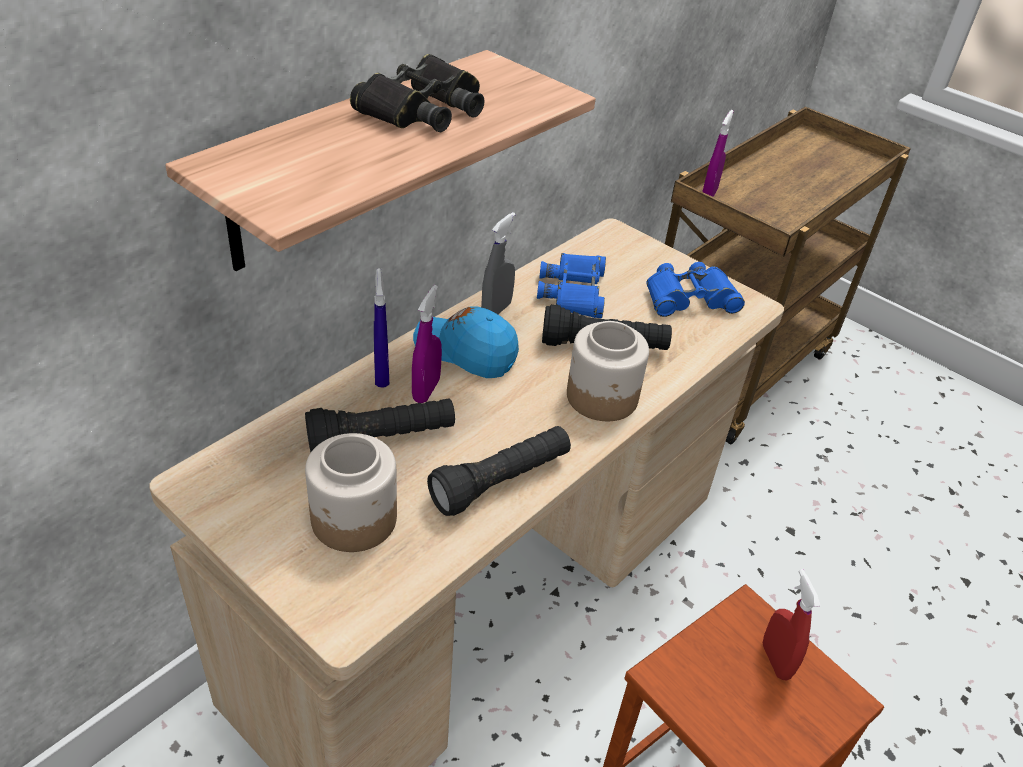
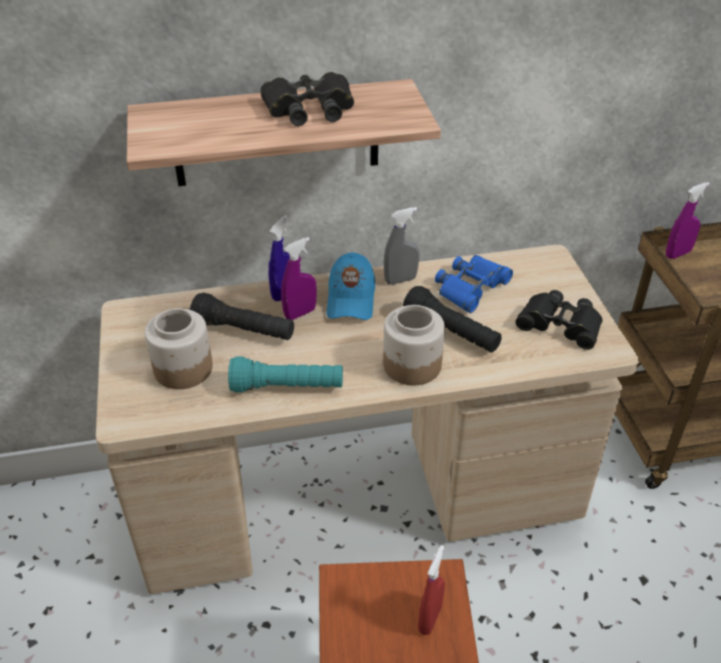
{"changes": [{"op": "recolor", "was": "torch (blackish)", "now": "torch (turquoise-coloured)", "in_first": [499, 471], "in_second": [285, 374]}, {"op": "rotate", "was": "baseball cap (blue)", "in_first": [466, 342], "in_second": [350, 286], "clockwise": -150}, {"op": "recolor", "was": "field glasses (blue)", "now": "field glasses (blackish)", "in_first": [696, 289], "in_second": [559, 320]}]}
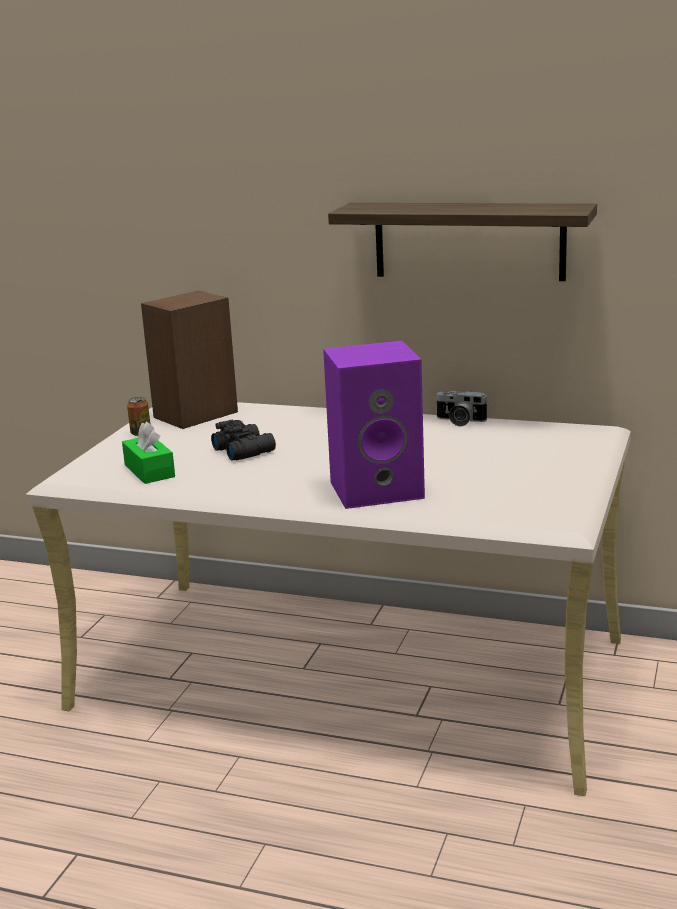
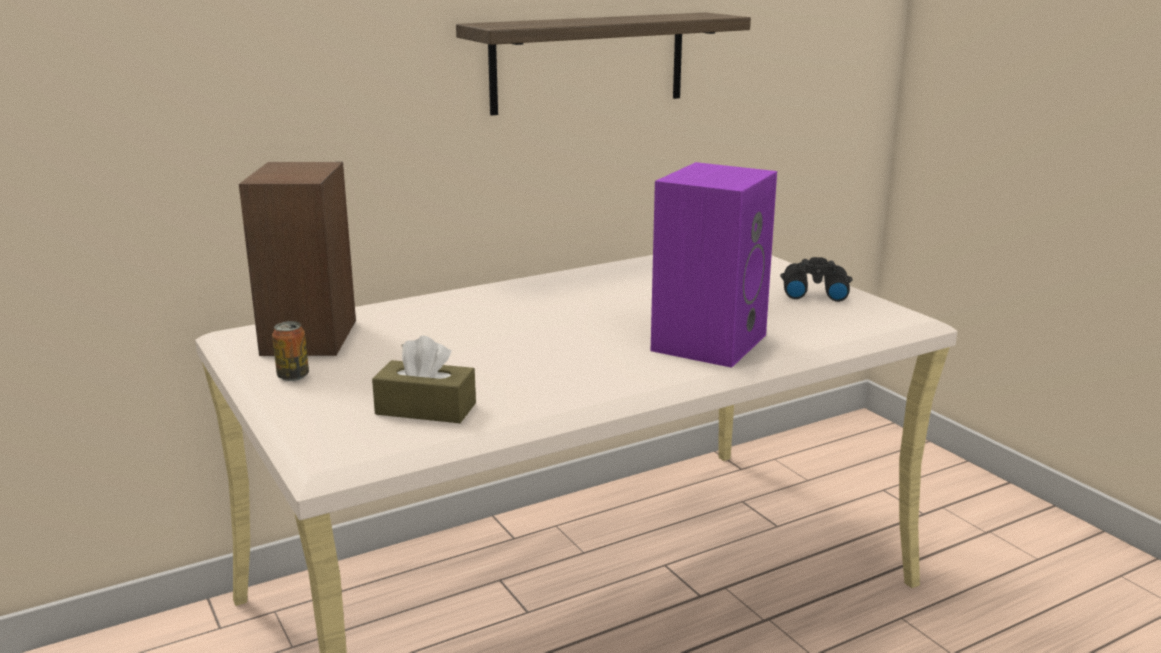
{"changes": [{"op": "recolor", "was": "tissue box (green)", "now": "tissue box (brownish)", "in_first": [148, 453], "in_second": [424, 379]}, {"op": "move", "was": "field glasses (blackish)", "in_first": [243, 440], "in_second": [816, 279]}, {"op": "delete", "was": "photo camera", "in_first": [462, 408]}]}
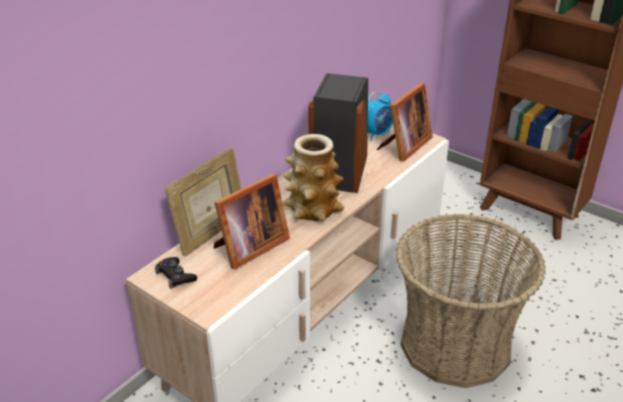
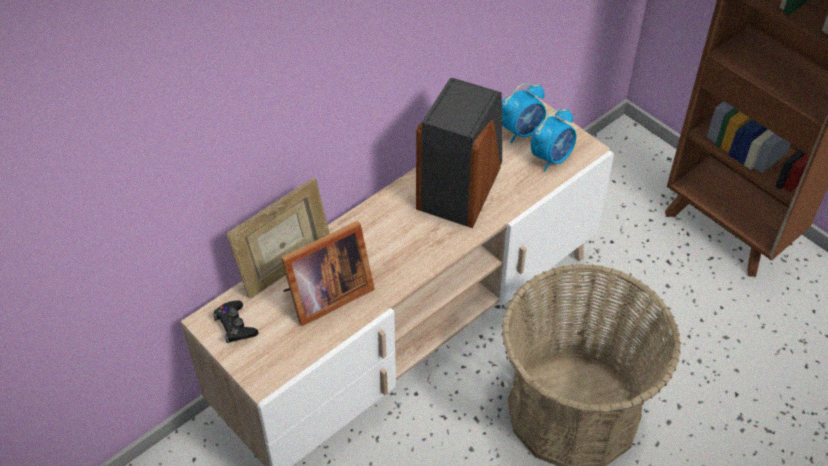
{"changes": [{"op": "replace", "was": "picture frame", "now": "alarm clock", "in_first": [405, 122], "in_second": [553, 140]}, {"op": "delete", "was": "vase", "in_first": [313, 177]}]}
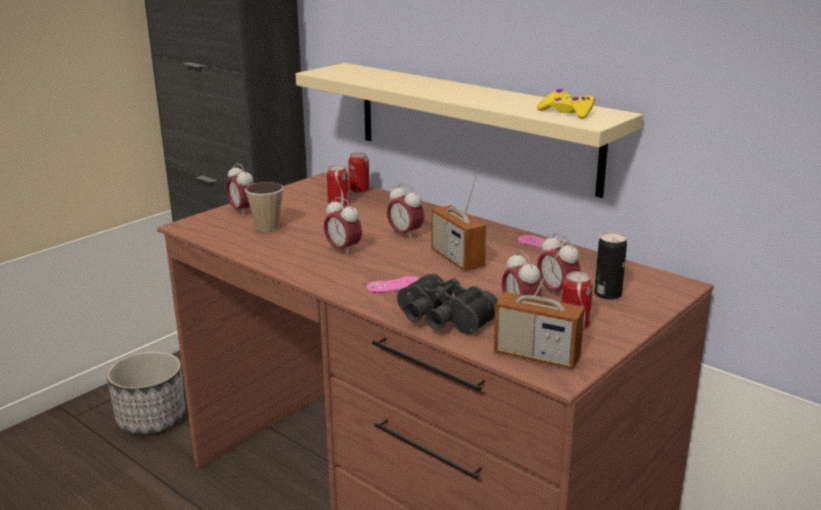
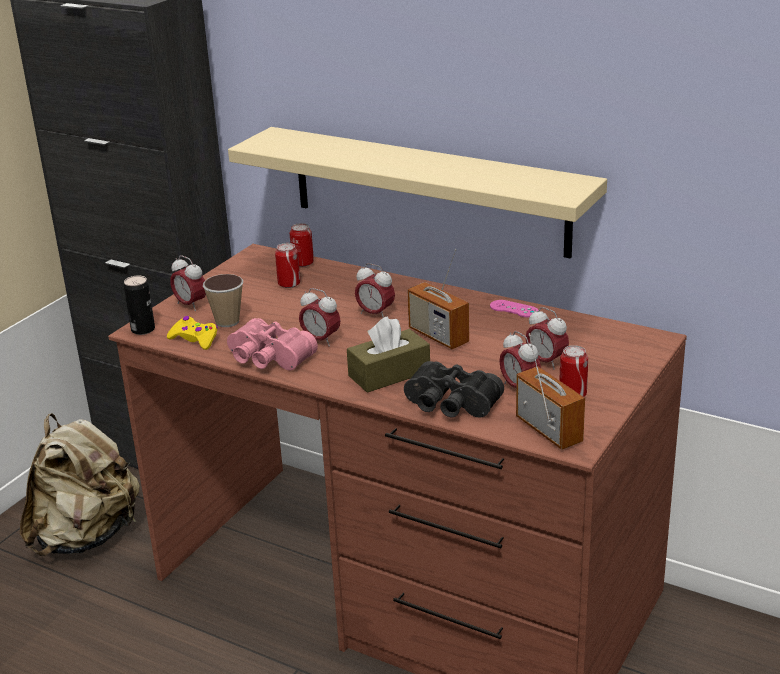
{"changes": [{"op": "replace", "was": "plant pot", "now": "backpack (beige)", "in_first": [145, 393], "in_second": [80, 484]}, {"op": "move", "was": "sealed can", "in_first": [610, 266], "in_second": [139, 305]}, {"op": "move", "was": "gamepad (yellow-coloured)", "in_first": [566, 104], "in_second": [192, 333]}, {"op": "insert", "now": "field glasses (pinkish)", "in_second": [272, 344]}, {"op": "replace", "was": "gamepad (pinkish)", "now": "tissue box (brownish)", "in_first": [393, 284], "in_second": [388, 354]}, {"op": "rotate", "was": "radio set", "in_first": [539, 305], "in_second": [550, 391], "clockwise": -135}]}
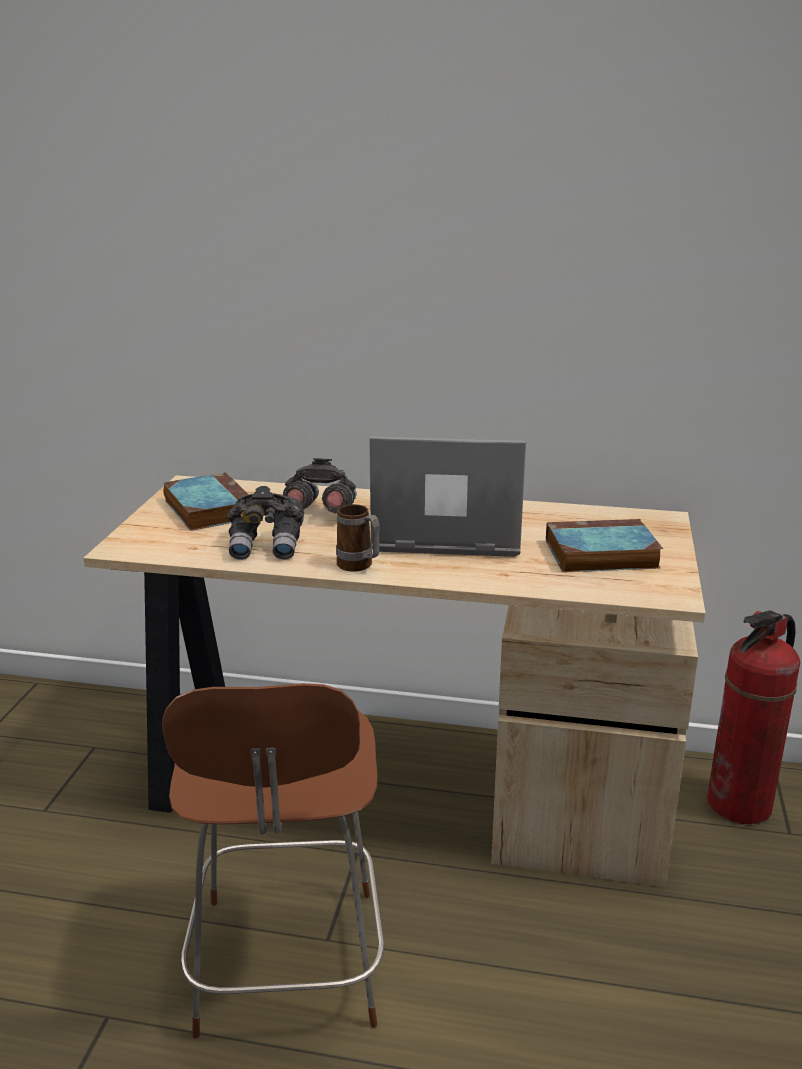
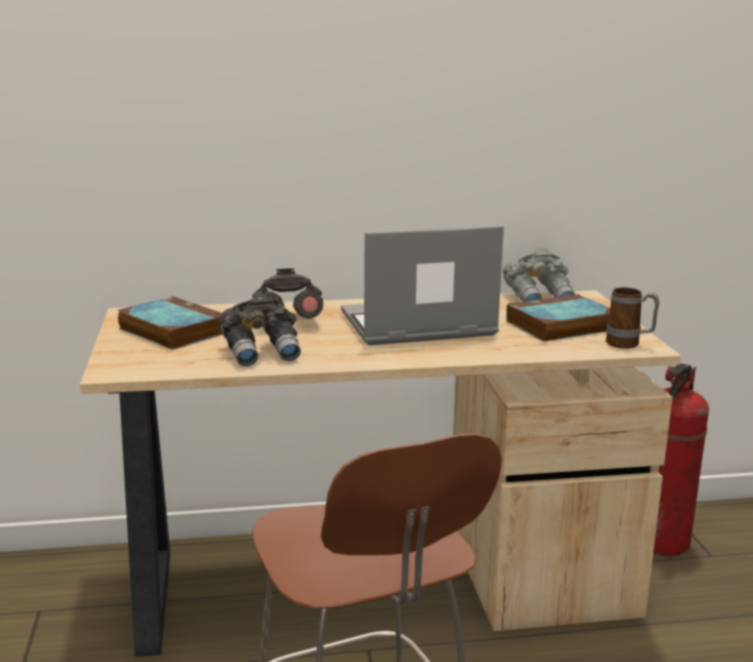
{"changes": [{"op": "insert", "now": "field glasses (grey)", "in_second": [539, 274]}, {"op": "move", "was": "mug", "in_first": [358, 538], "in_second": [632, 317]}]}
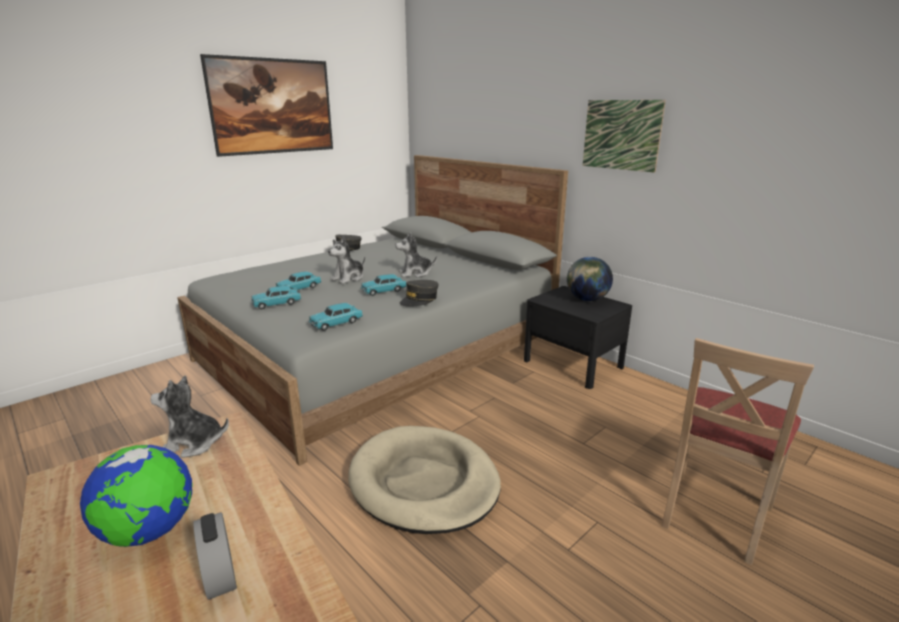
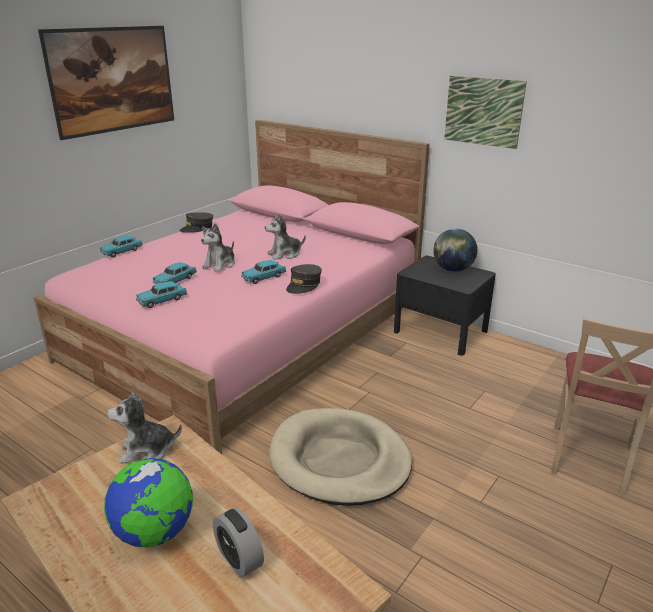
{"changes": [{"op": "recolor", "was": "bed (grey)", "now": "bed (pinkish)", "in_first": [372, 310], "in_second": [231, 287]}, {"op": "move", "was": "toy car (turquoise-coloured)", "in_first": [336, 317], "in_second": [121, 246]}]}
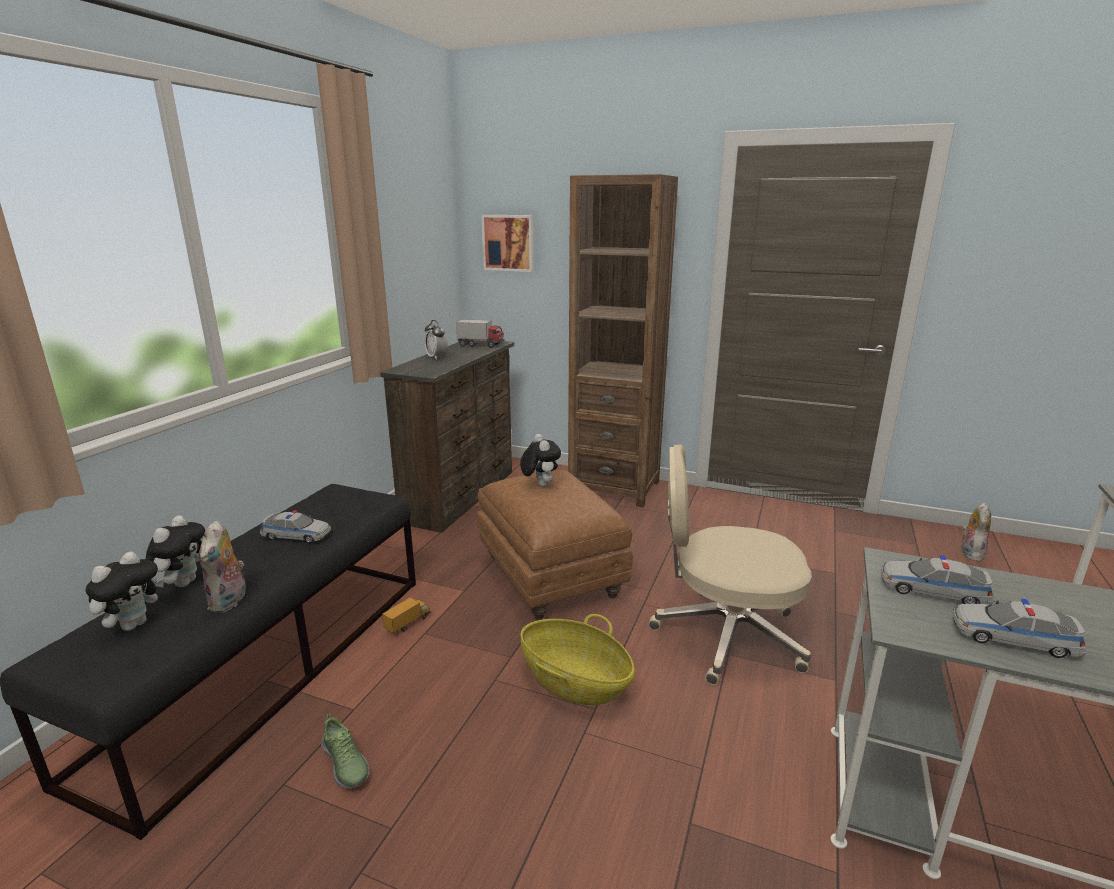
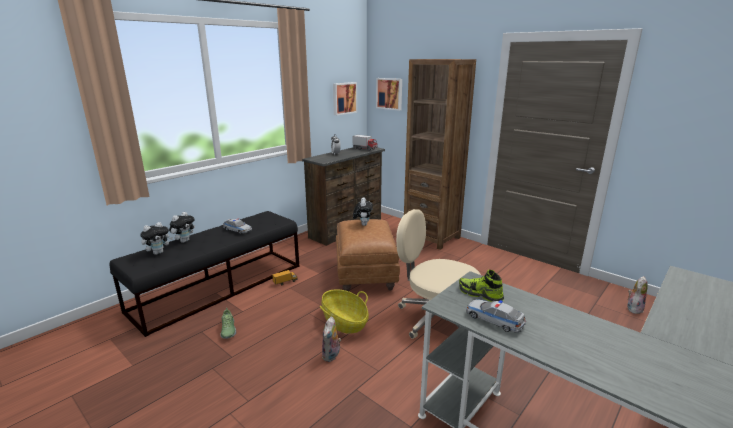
{"changes": [{"op": "move", "was": "cuddly toy", "in_first": [223, 566], "in_second": [331, 339]}, {"op": "insert", "now": "picture", "in_second": [345, 98]}, {"op": "replace", "was": "toy car", "now": "item of footwear", "in_first": [938, 579], "in_second": [481, 286]}]}
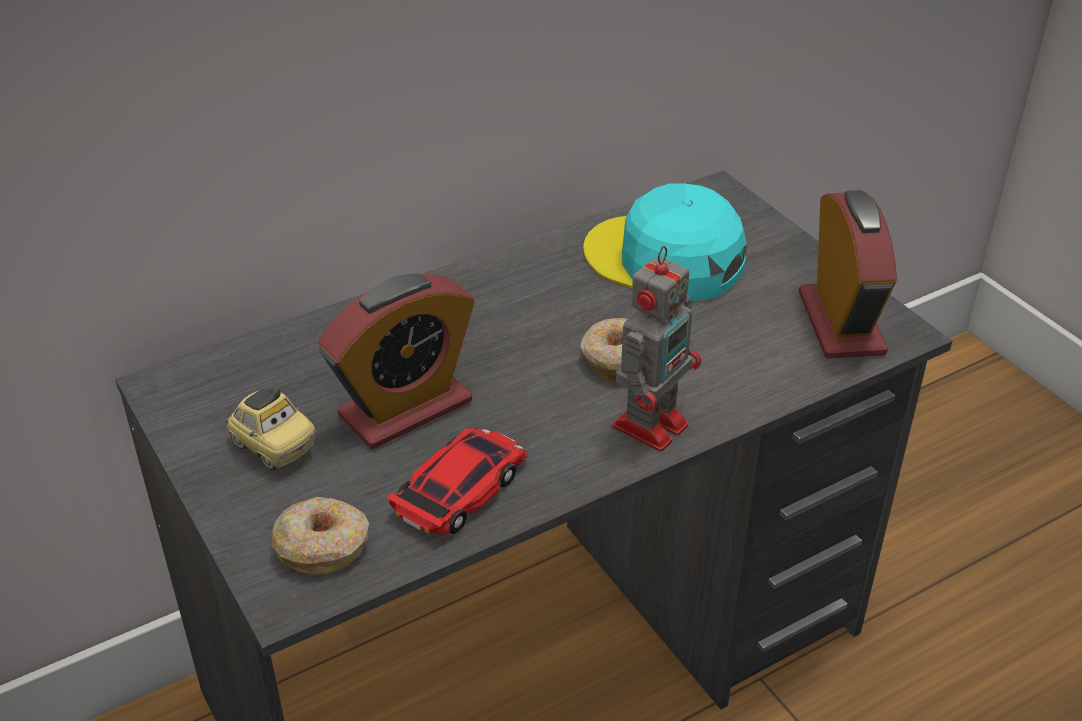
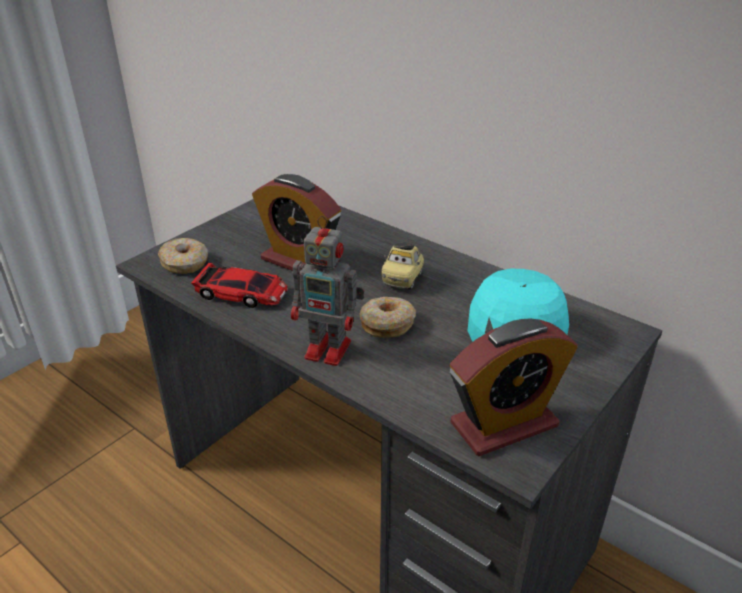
{"changes": [{"op": "move", "was": "toy car", "in_first": [271, 428], "in_second": [402, 266]}]}
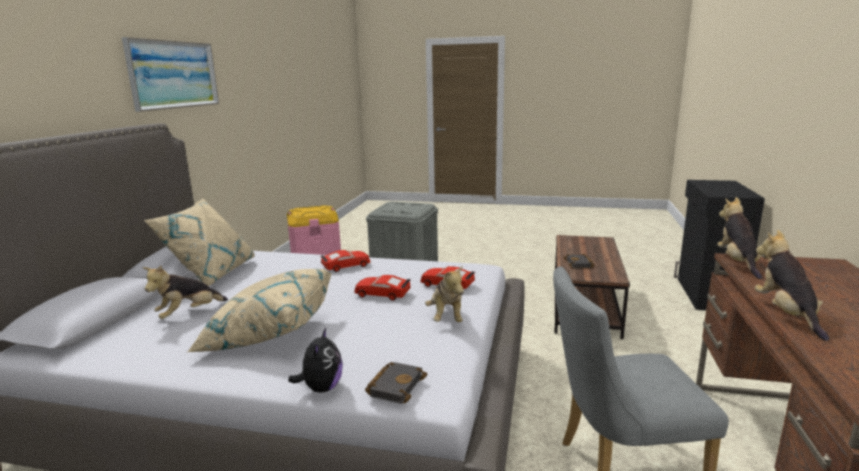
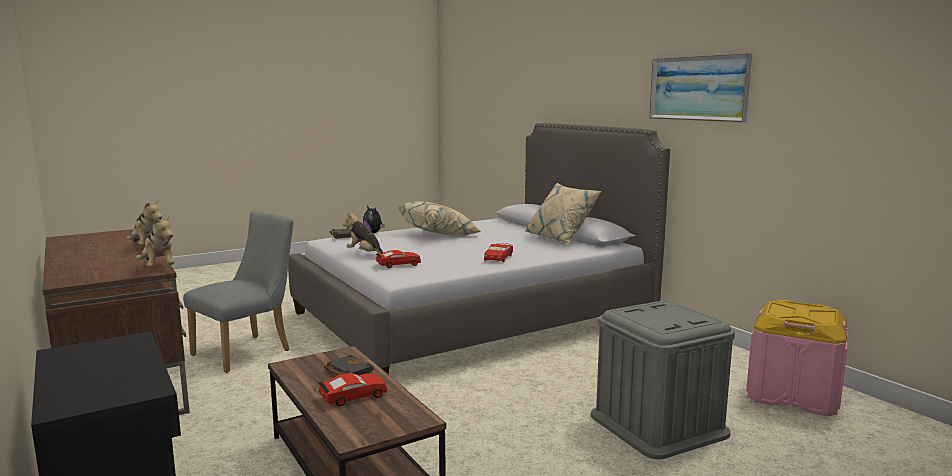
{"changes": [{"op": "move", "was": "toy car (red-coloured)", "in_first": [382, 288], "in_second": [352, 389]}, {"op": "delete", "was": "cuddly toy", "in_first": [185, 292]}]}
